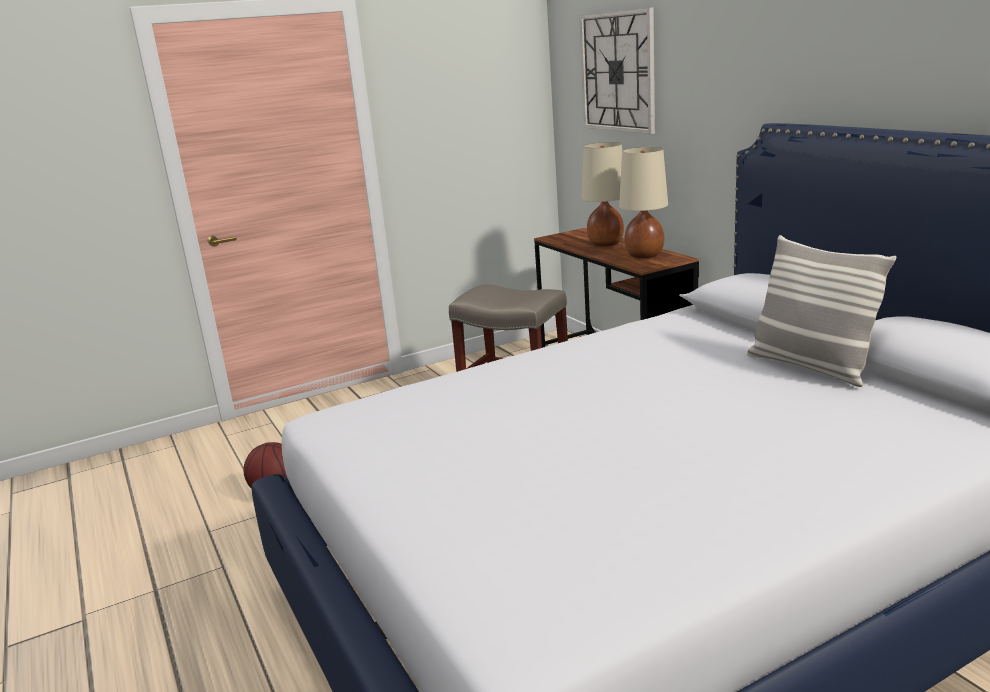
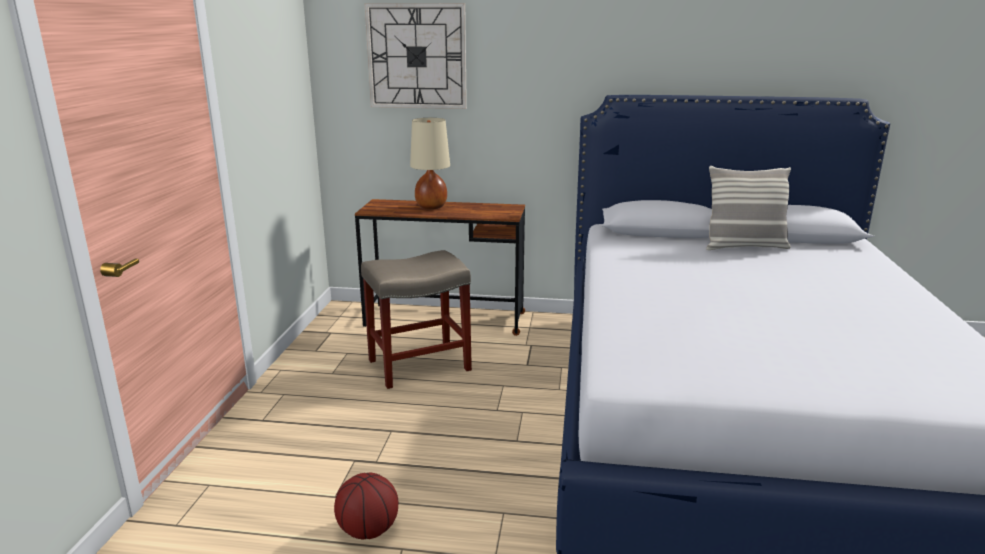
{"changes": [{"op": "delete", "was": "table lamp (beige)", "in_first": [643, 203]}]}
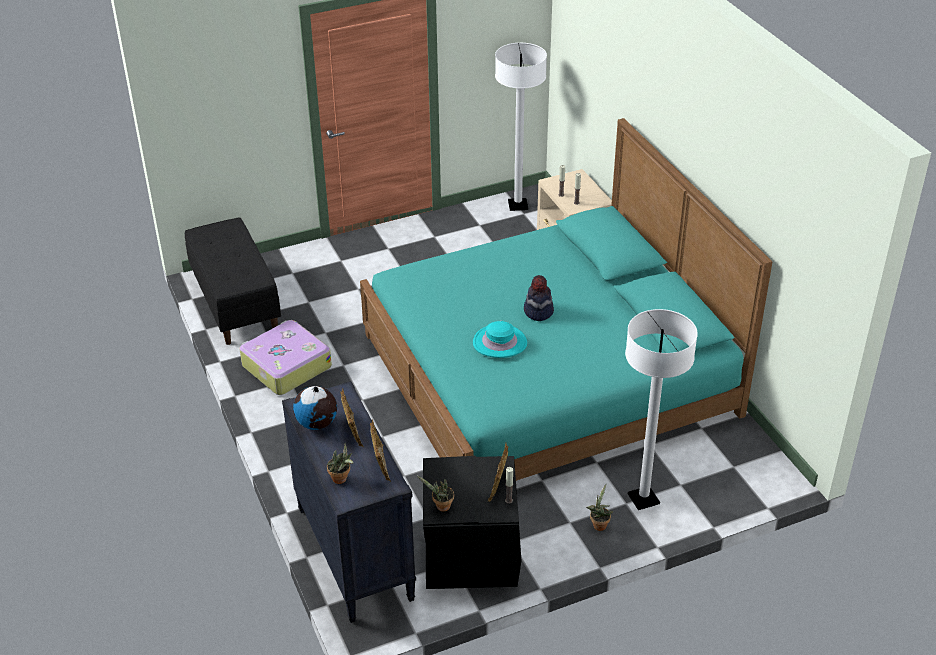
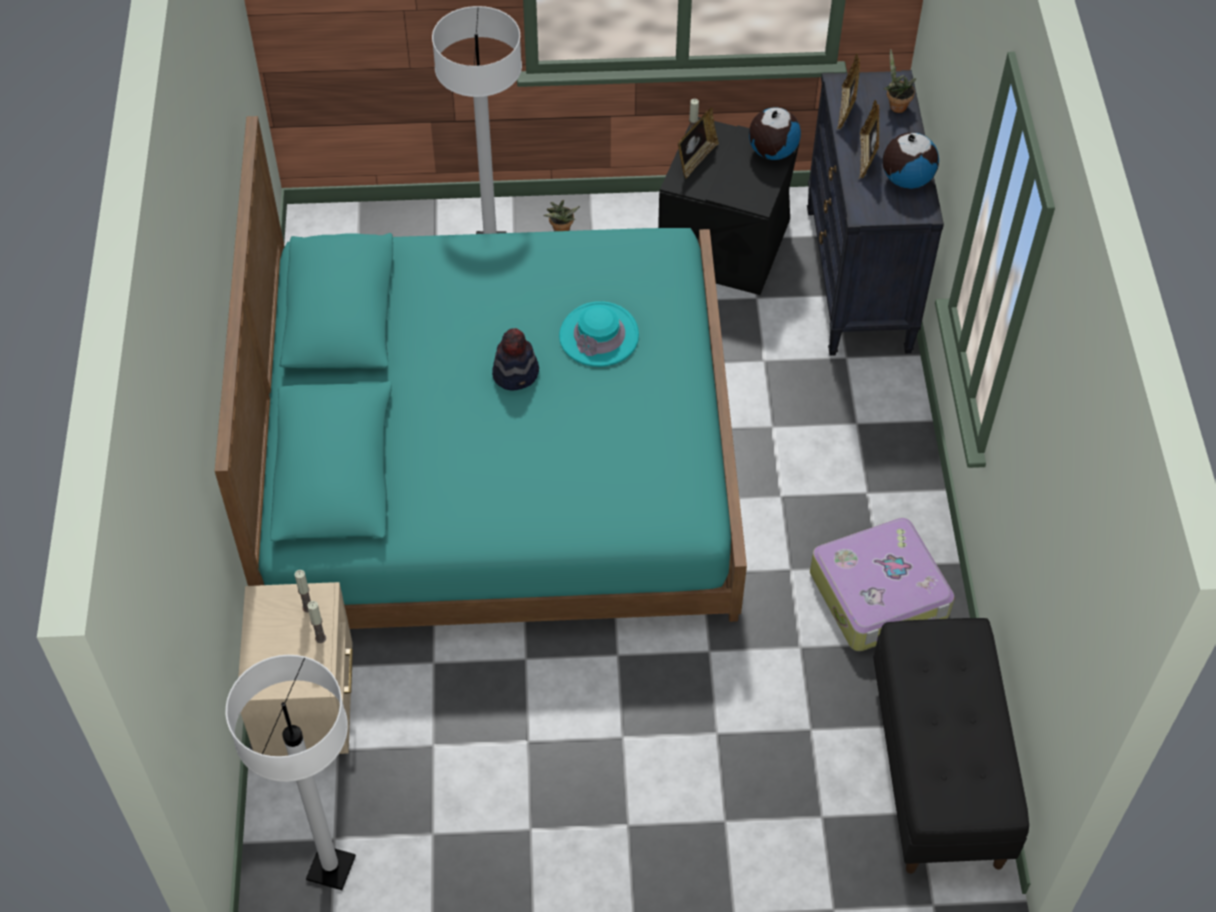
{"changes": [{"op": "replace", "was": "plant in a pot", "now": "desk globe", "in_first": [435, 494], "in_second": [775, 134]}]}
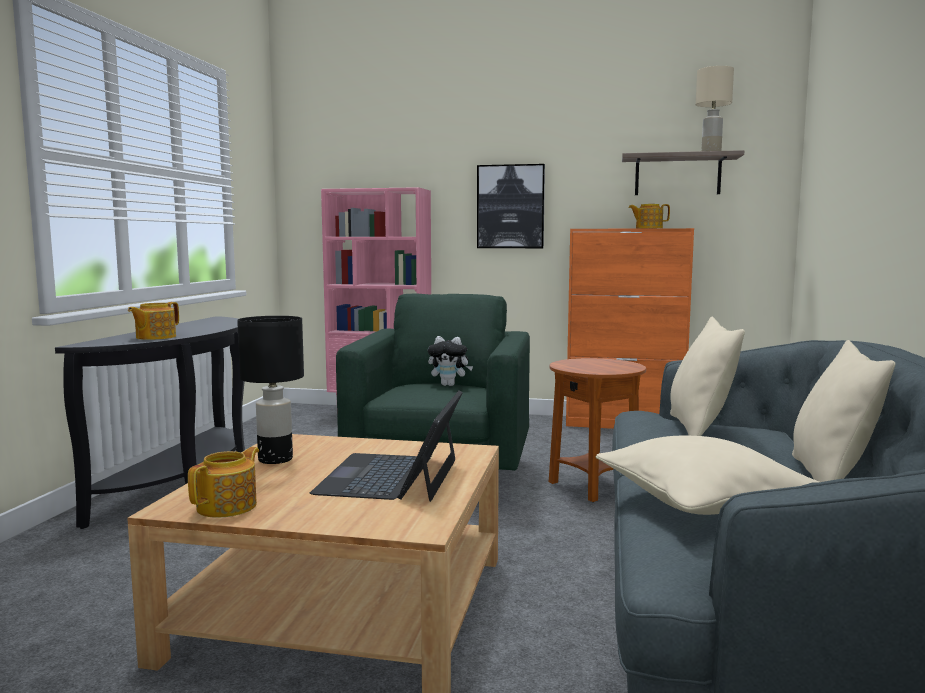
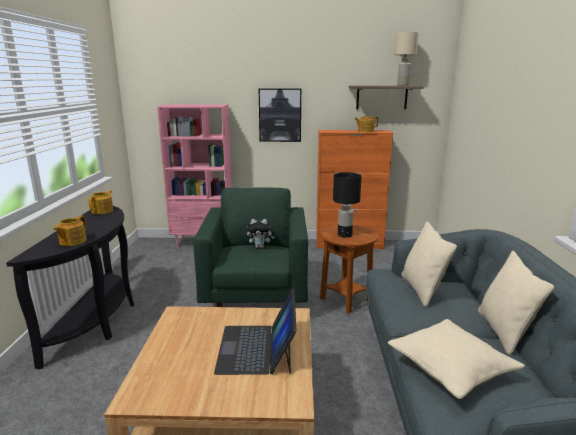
{"changes": [{"op": "move", "was": "teapot", "in_first": [223, 482], "in_second": [100, 202]}, {"op": "move", "was": "table lamp (blackish)", "in_first": [270, 390], "in_second": [347, 205]}]}
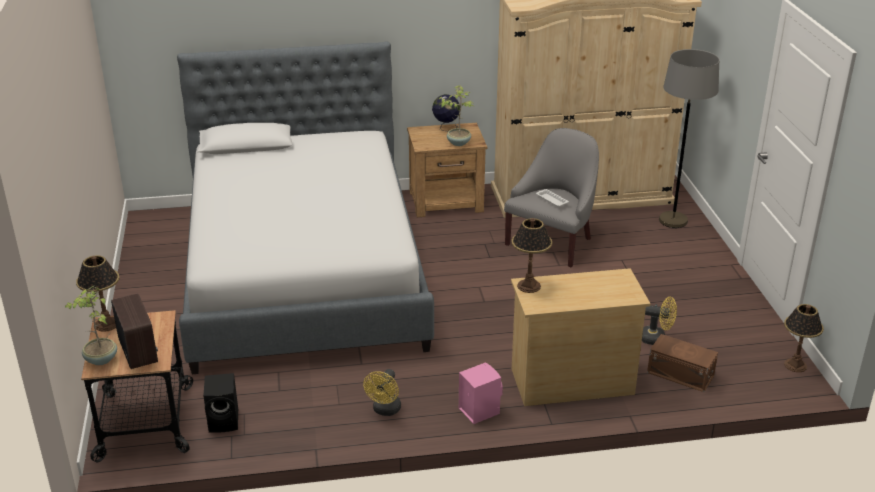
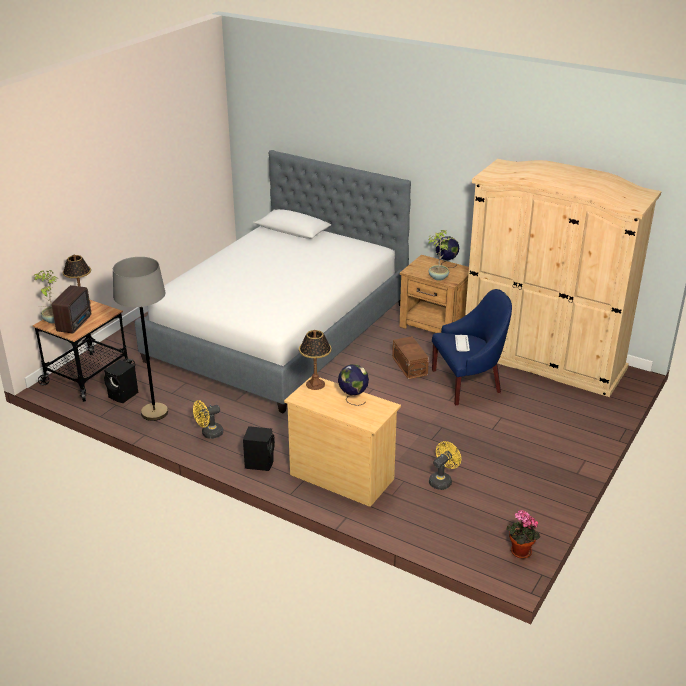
{"changes": [{"op": "move", "was": "standing lamp (grey)", "in_first": [689, 138], "in_second": [140, 339]}, {"op": "recolor", "was": "loudspeaker (pinkish)", "now": "loudspeaker (blackish)", "in_first": [481, 393], "in_second": [259, 448]}, {"op": "insert", "now": "desk globe", "in_second": [353, 385]}, {"op": "move", "was": "storage box (brownish)", "in_first": [682, 363], "in_second": [410, 357]}, {"op": "rotate", "was": "fan (yellow-coloured)", "in_first": [659, 321], "in_second": [445, 465], "clockwise": -105}, {"op": "recolor", "was": "lounge chair (grey)", "now": "lounge chair (blue)", "in_first": [551, 197], "in_second": [472, 347]}, {"op": "replace", "was": "table lamp", "now": "plant in a pot", "in_first": [804, 338], "in_second": [524, 534]}]}
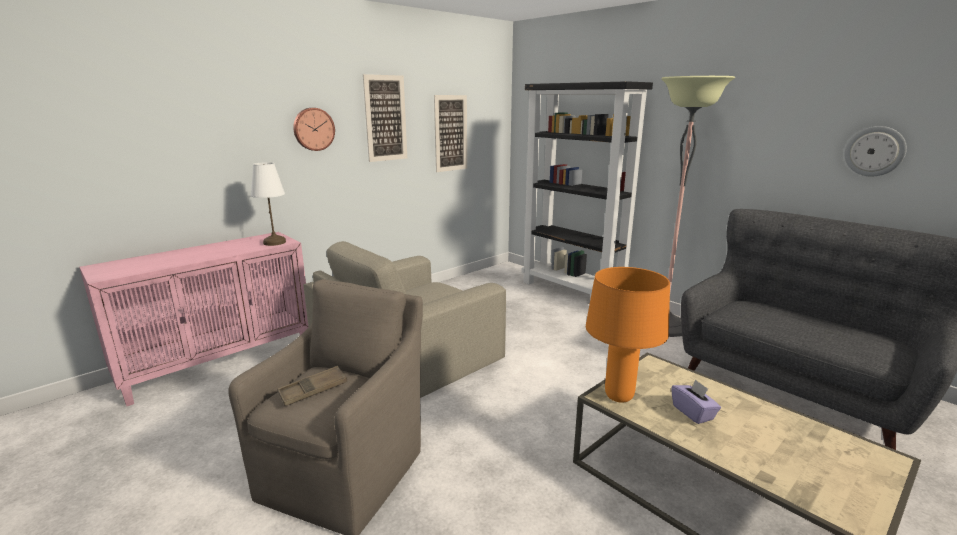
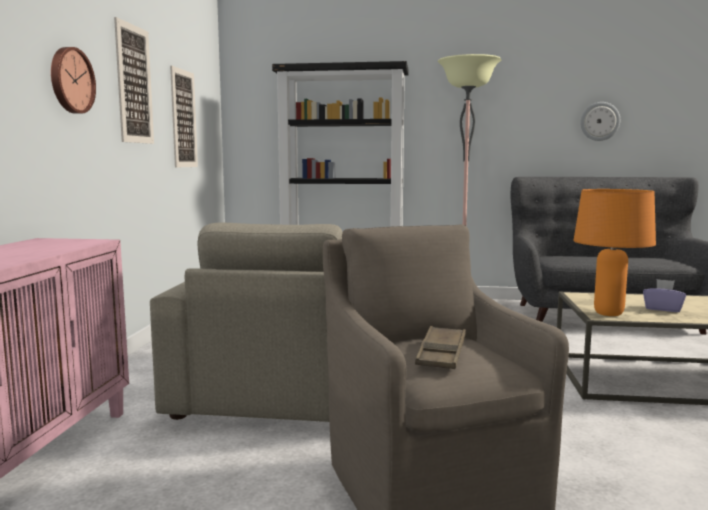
{"changes": [{"op": "delete", "was": "table lamp (white-coloured)", "in_first": [268, 204]}]}
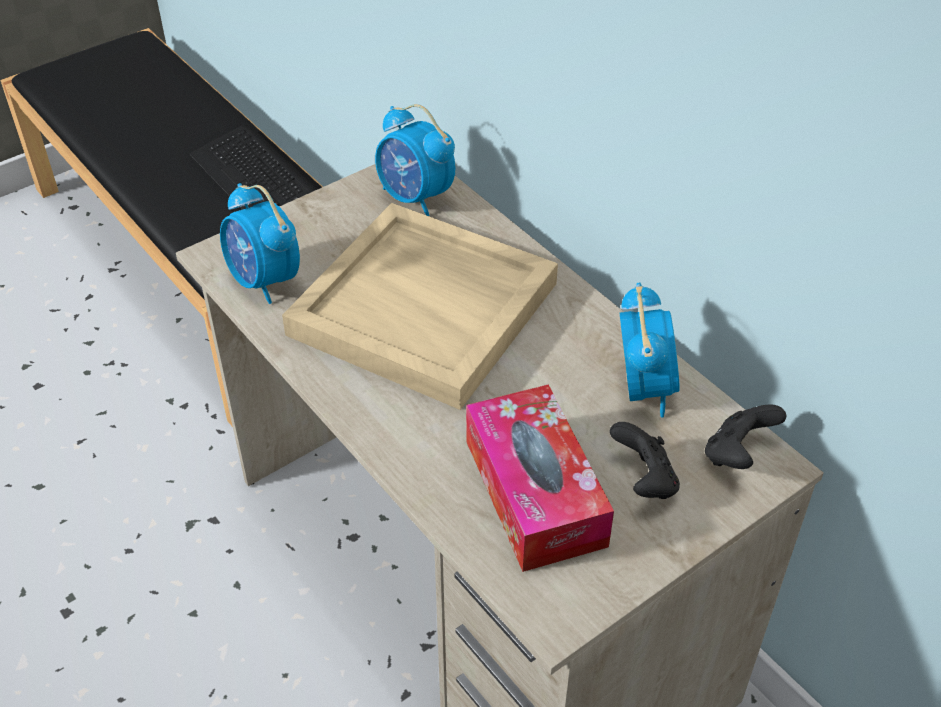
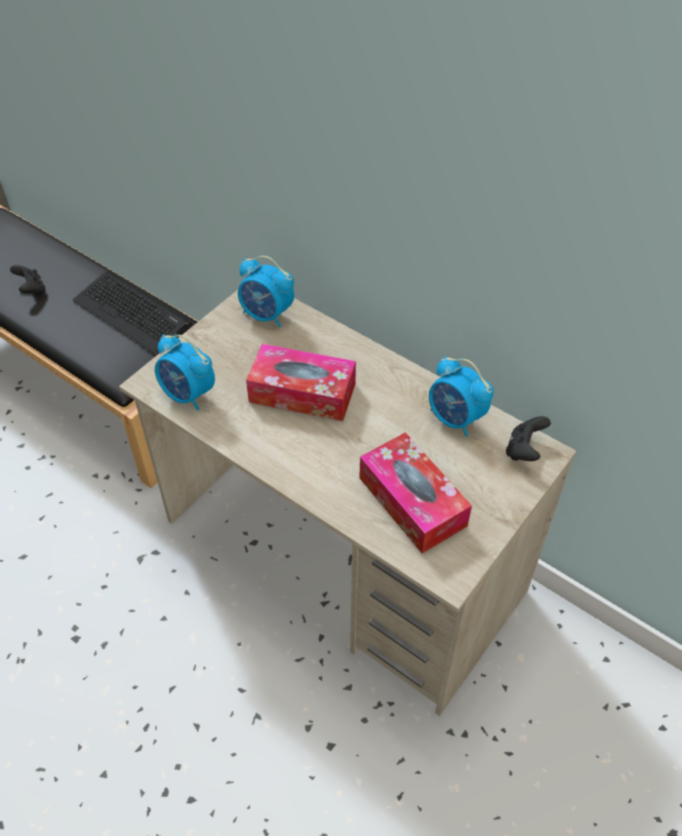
{"changes": [{"op": "move", "was": "gamepad (blackish)", "in_first": [645, 460], "in_second": [27, 280]}, {"op": "replace", "was": "tray (beige)", "now": "tissue box", "in_first": [420, 306], "in_second": [301, 382]}, {"op": "rotate", "was": "alarm clock", "in_first": [650, 350], "in_second": [461, 396], "clockwise": 150}]}
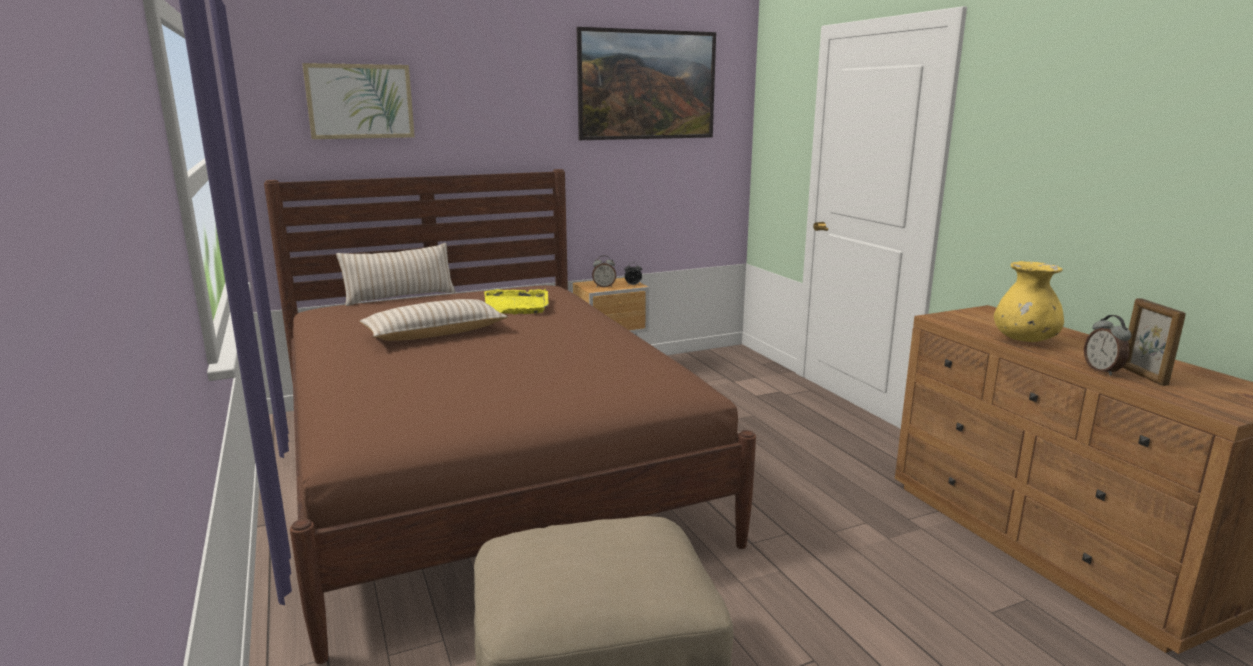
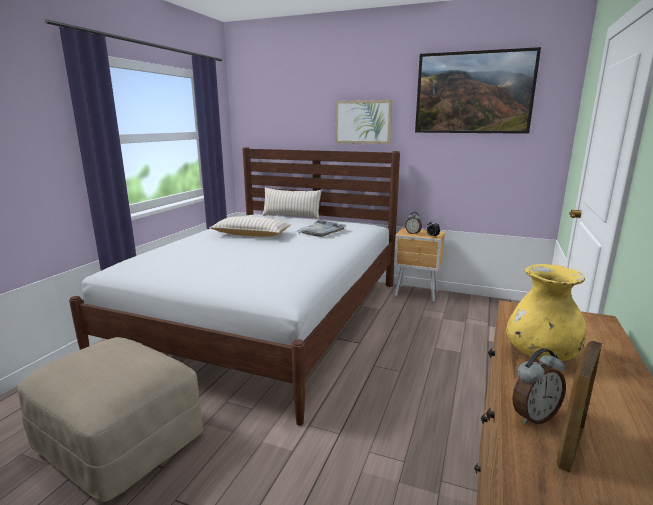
{"changes": [{"op": "recolor", "was": "bed (brownish)", "now": "bed (white-coloured)", "in_first": [510, 416], "in_second": [234, 286]}, {"op": "recolor", "was": "tray (yellow-coloured)", "now": "tray (grey)", "in_first": [516, 301], "in_second": [321, 228]}, {"op": "move", "was": "picture", "in_first": [358, 101], "in_second": [364, 122]}, {"op": "rotate", "was": "alarm clock", "in_first": [1107, 345], "in_second": [539, 386], "clockwise": -150}]}
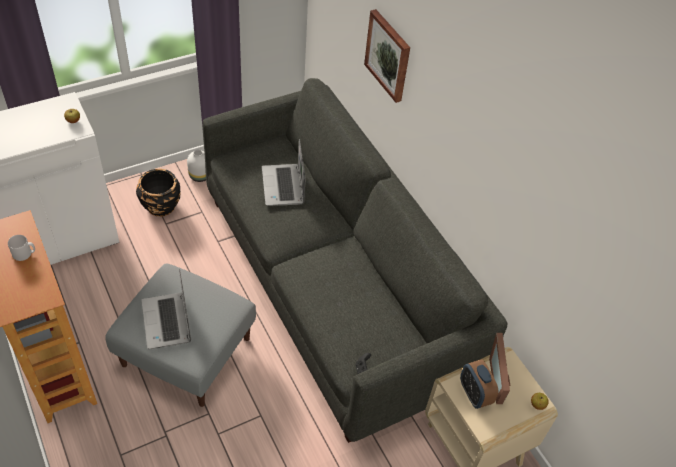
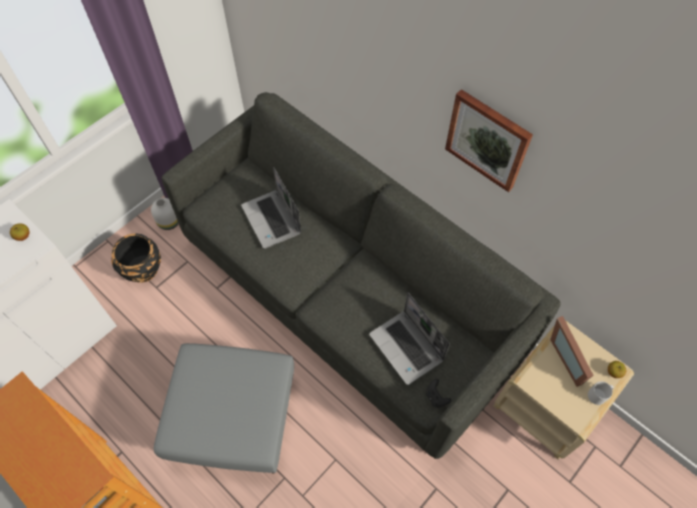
{"changes": [{"op": "move", "was": "notebook computer", "in_first": [166, 309], "in_second": [409, 339]}, {"op": "move", "was": "picture", "in_first": [387, 56], "in_second": [489, 140]}, {"op": "move", "was": "mug (grey)", "in_first": [21, 248], "in_second": [601, 393]}, {"op": "delete", "was": "alarm clock", "in_first": [479, 384]}]}
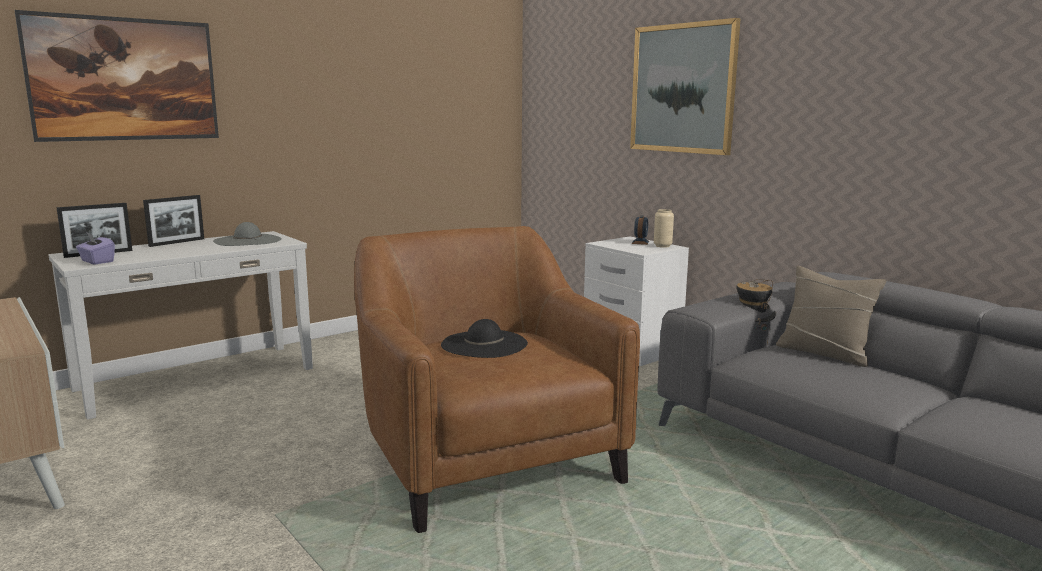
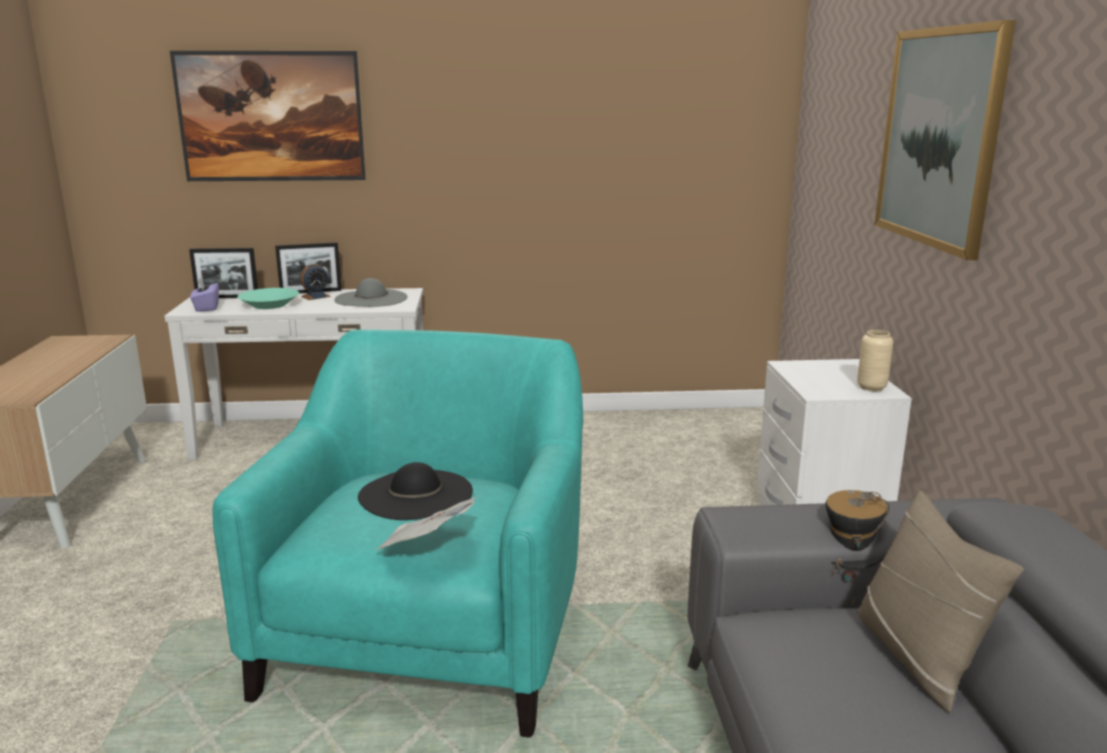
{"changes": [{"op": "recolor", "was": "lounge chair (brownish)", "now": "lounge chair (turquoise-coloured)", "in_first": [497, 379], "in_second": [397, 534]}, {"op": "insert", "now": "serving bowl (turquoise-coloured)", "in_second": [268, 298]}, {"op": "move", "was": "alarm clock", "in_first": [640, 230], "in_second": [315, 281]}, {"op": "insert", "now": "daily paper", "in_second": [426, 523]}]}
